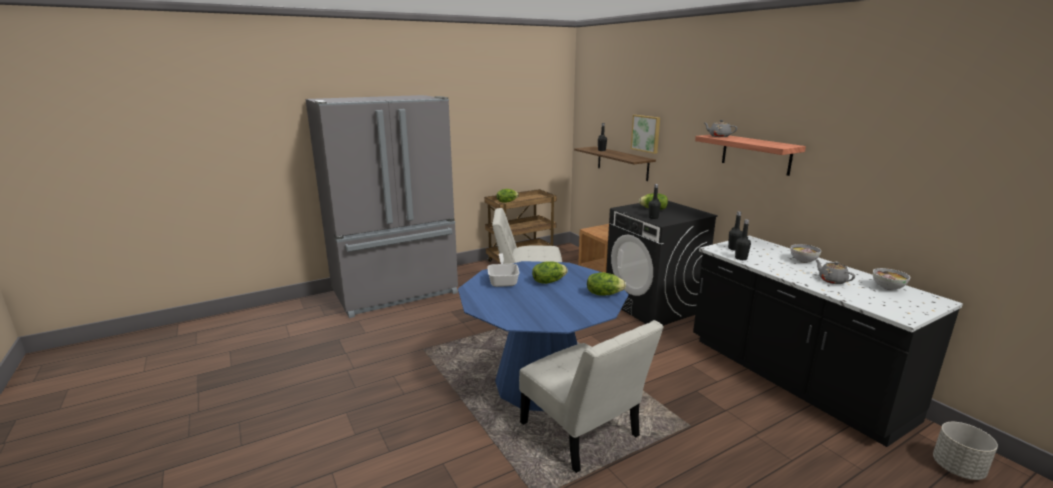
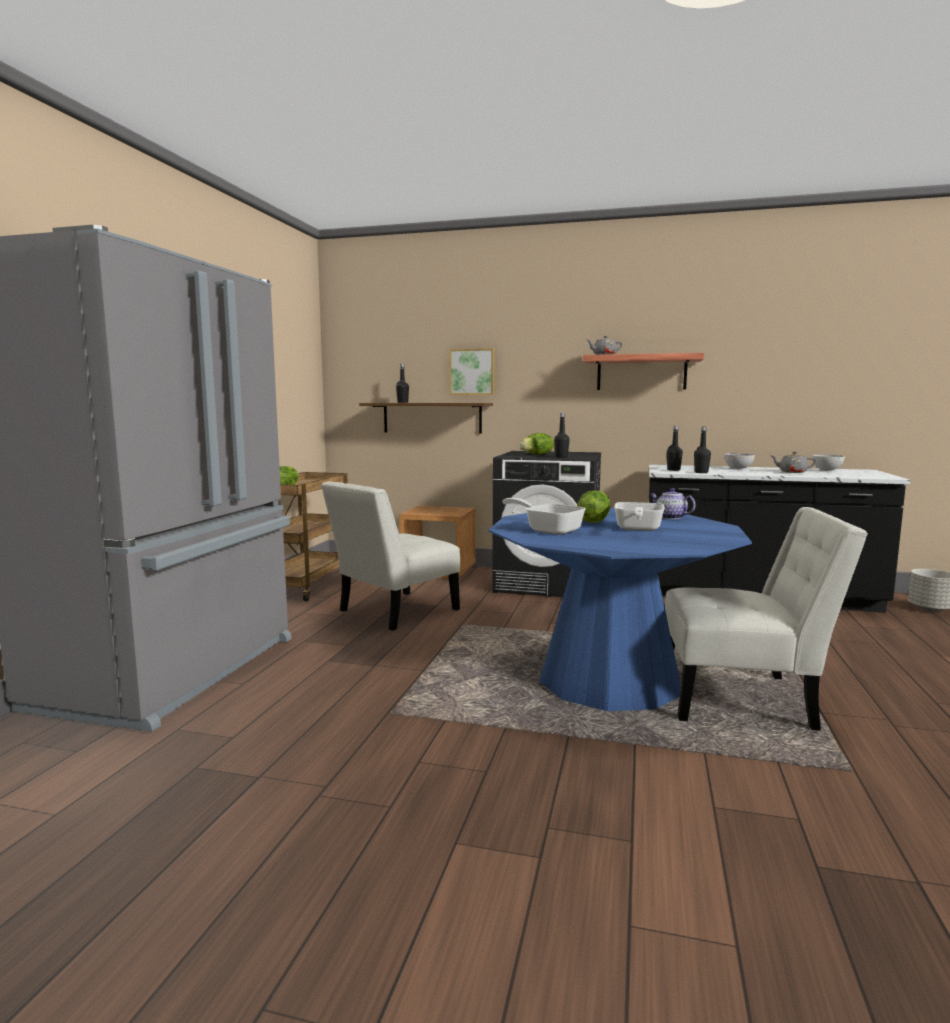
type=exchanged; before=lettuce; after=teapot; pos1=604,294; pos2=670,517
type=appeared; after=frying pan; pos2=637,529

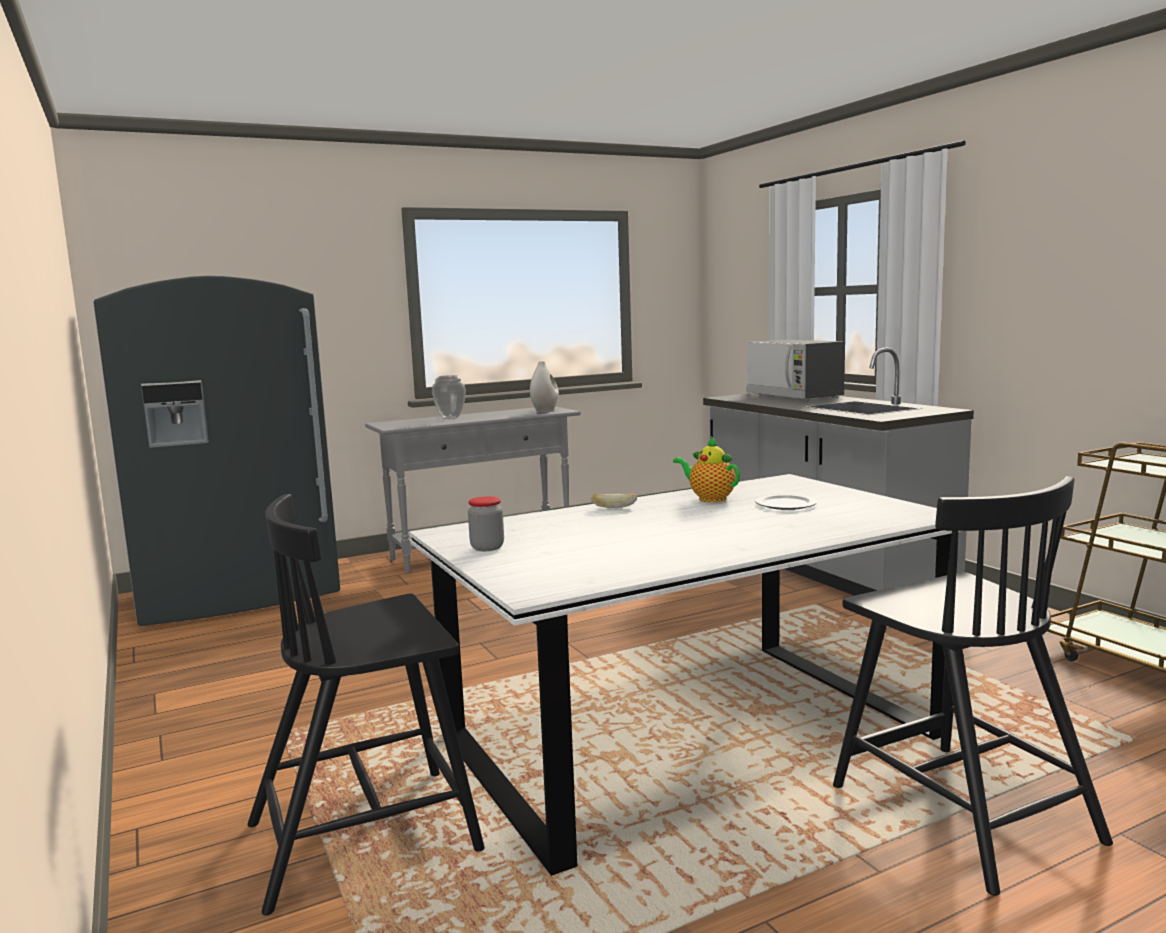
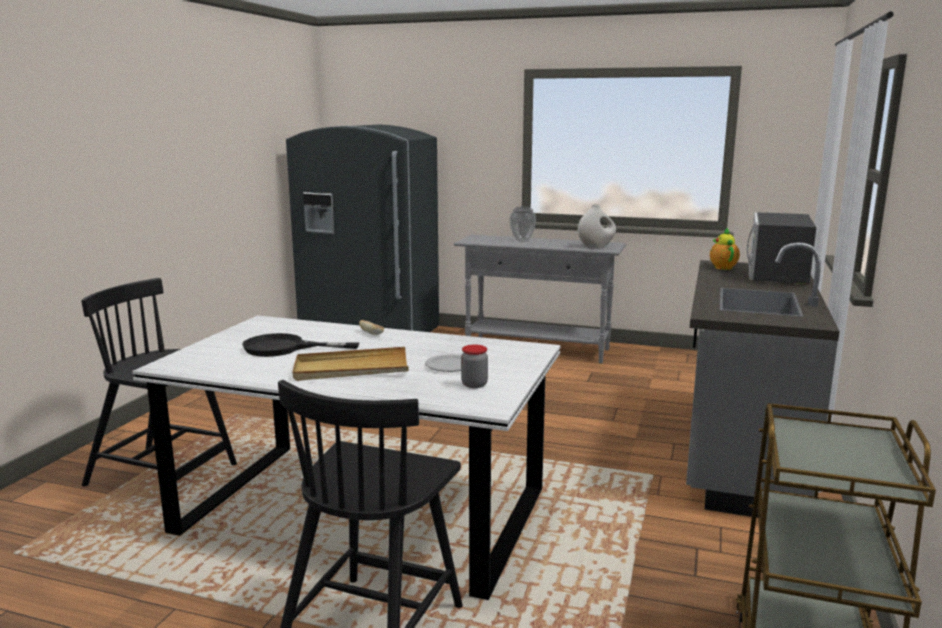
type=relocated; before=jar; pos1=487,547; pos2=474,384
type=relocated; before=teapot; pos1=709,498; pos2=722,267
type=appeared; after=black frying pan; pos2=285,348
type=appeared; after=beige tray; pos2=351,369

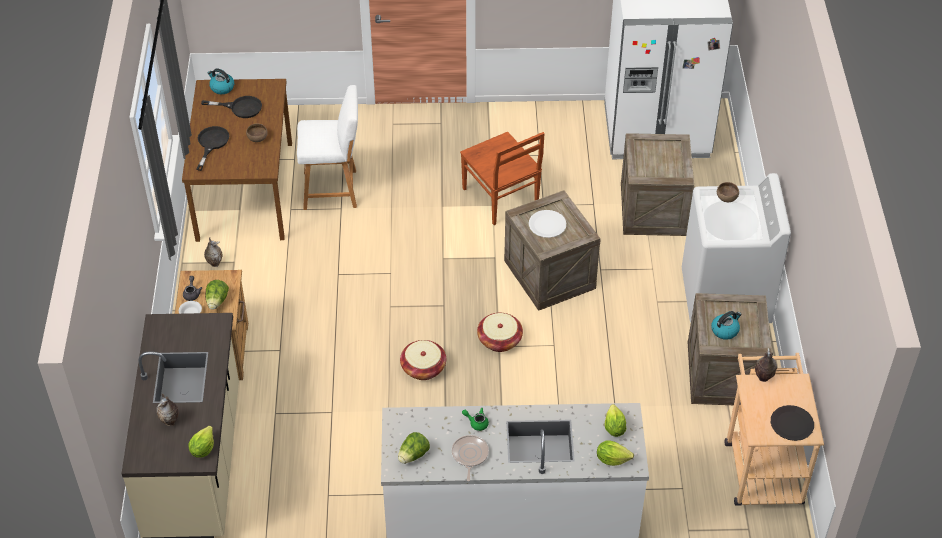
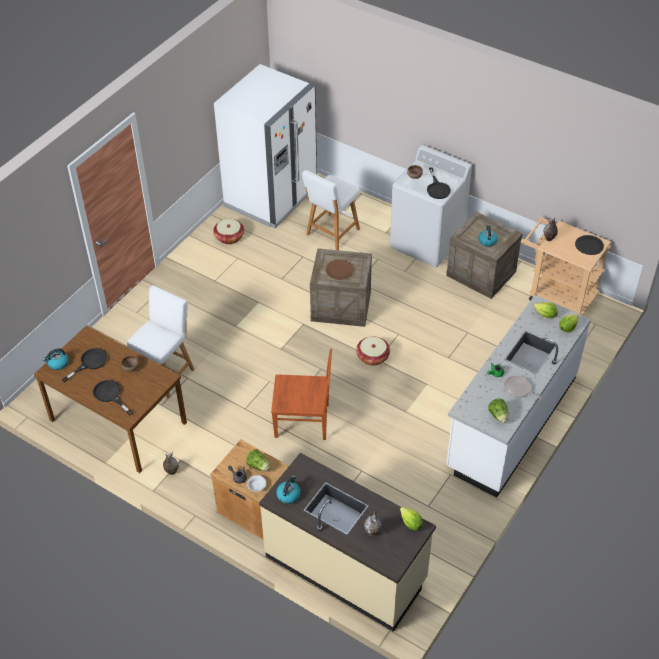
type=relocated; before=basket; pos1=423,368; pos2=229,237
type=relocated; before=brown chair; pos1=501,198; pos2=303,421
type=colour; before=white plate; after=brown plate; pos1=547,224; pos2=339,270
type=exchanged; before=crate; after=white stool; pos1=652,208; pos2=331,233
type=appeared; after=kettle; pos2=288,495
type=appeared; after=black frying pan; pos2=437,188

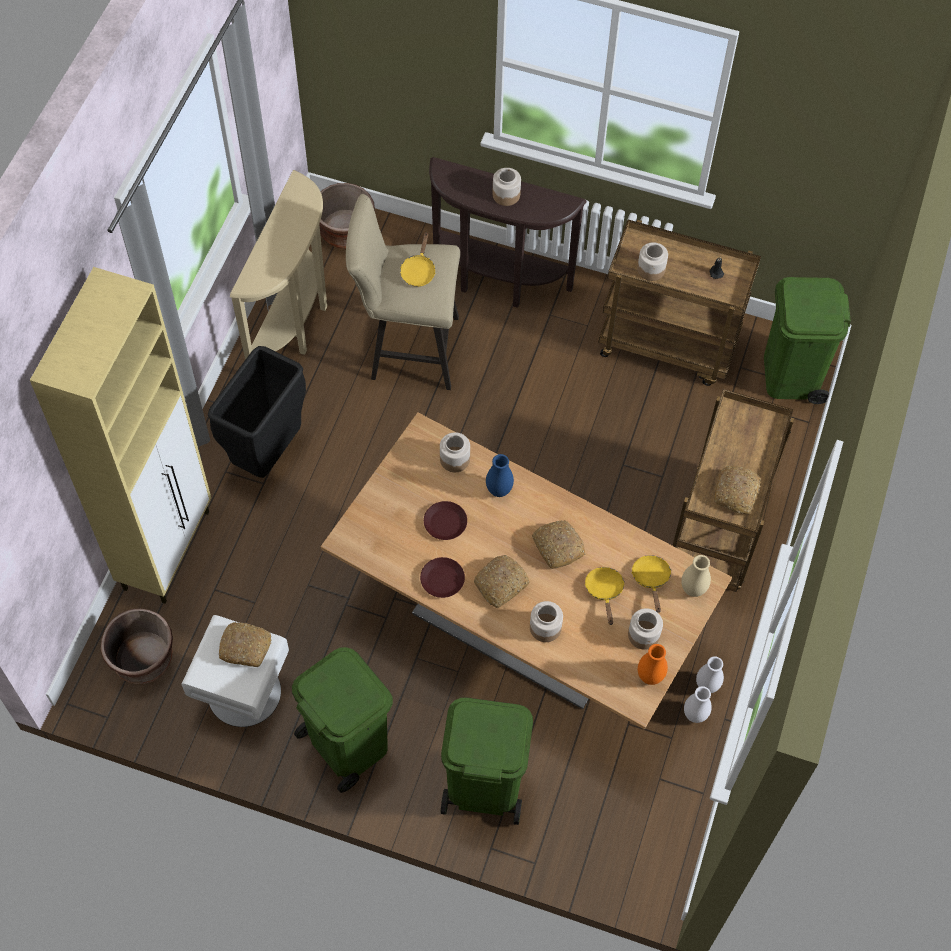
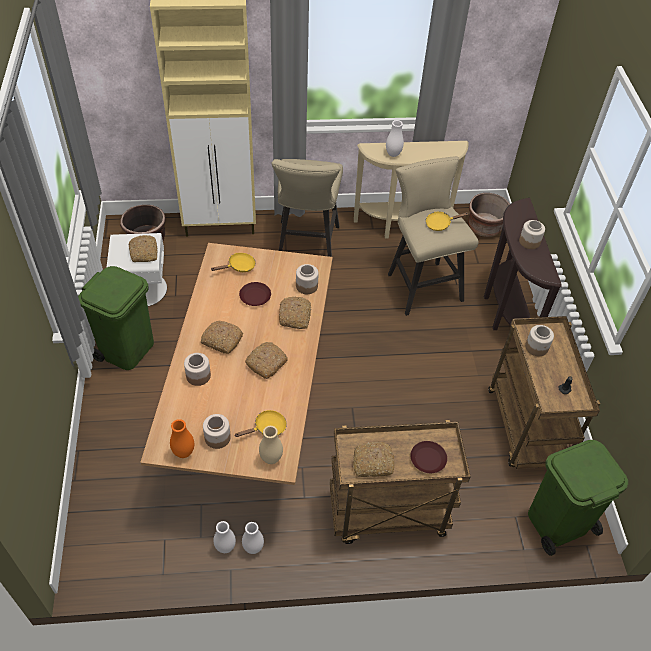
type=exchanged; before=black trash can; after=beige stool; pos1=269,454; pos2=306,246
type=relocated; before=brown plate; pos1=442,580; pos2=427,459
type=missing; before=green trash can; pos1=483,785
type=exchanged; before=blue vase; after=bread; pos1=499,490; pos2=295,316
type=relocated; before=yellow frying pan; pos1=604,591; pos2=239,267
type=appeared; after=white vase; pos2=393,154

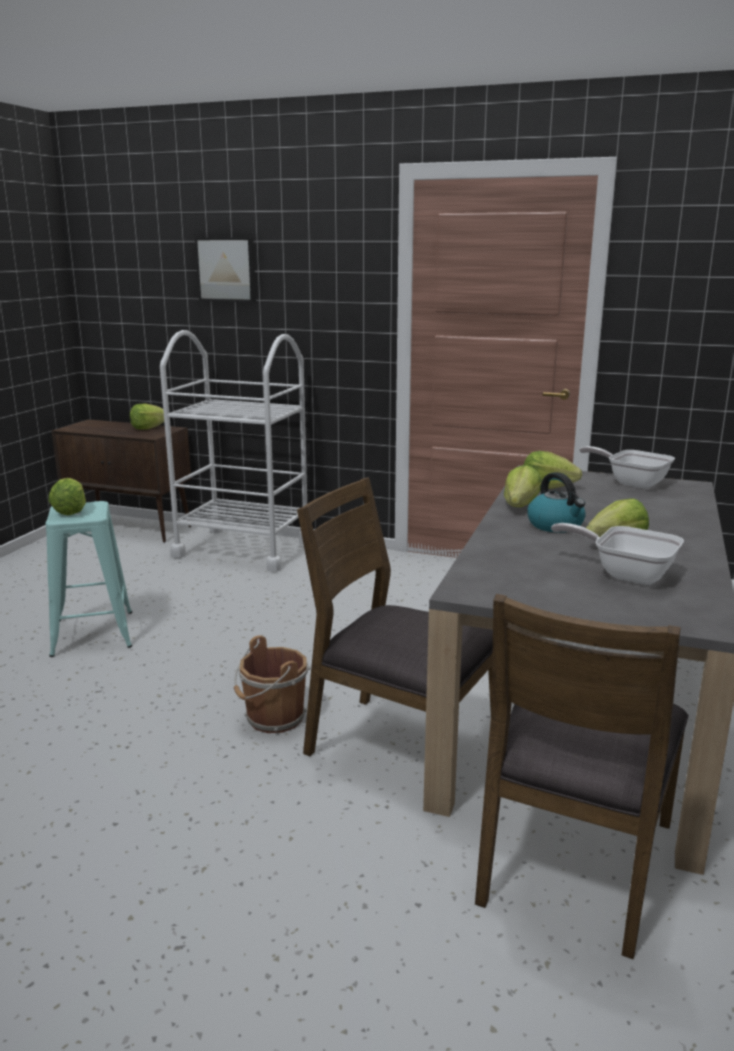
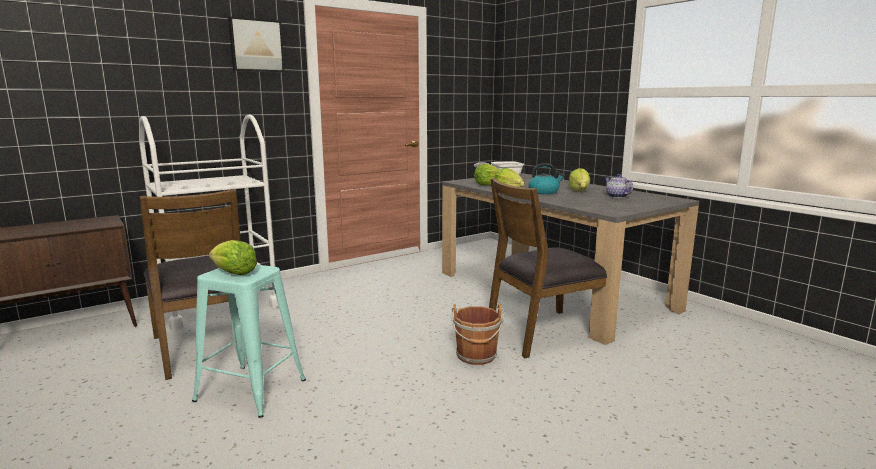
type=missing; before=lettuce; pos1=148,428
type=relocated; before=picture; pos1=227,269; pos2=256,45
type=relocated; before=brown chair; pos1=573,860; pos2=204,347
type=exchanged; before=frying pan; after=teapot; pos1=625,573; pos2=616,196

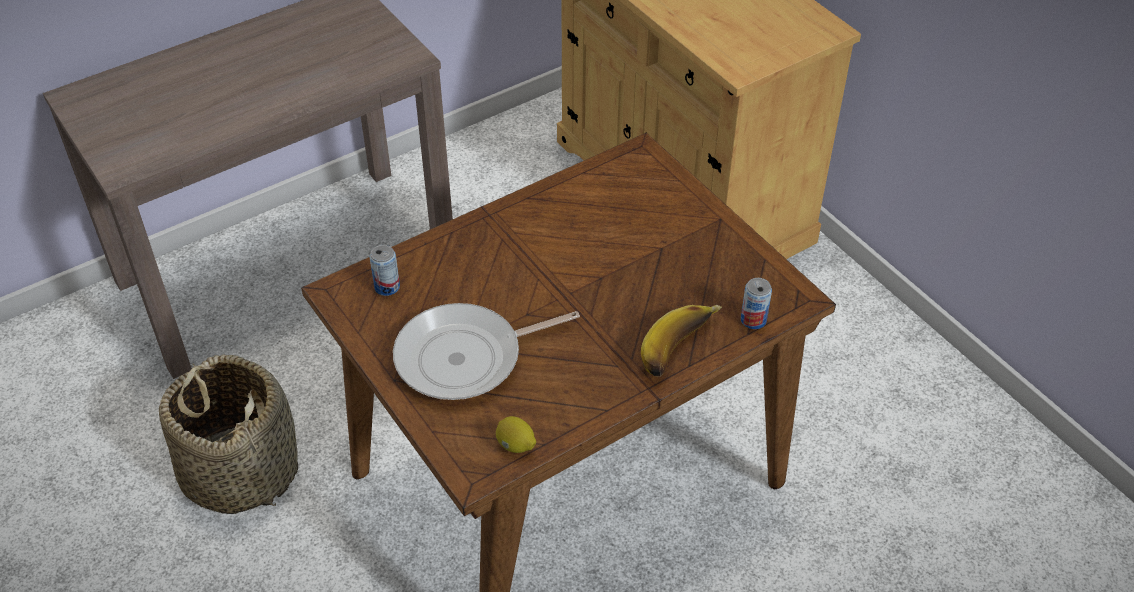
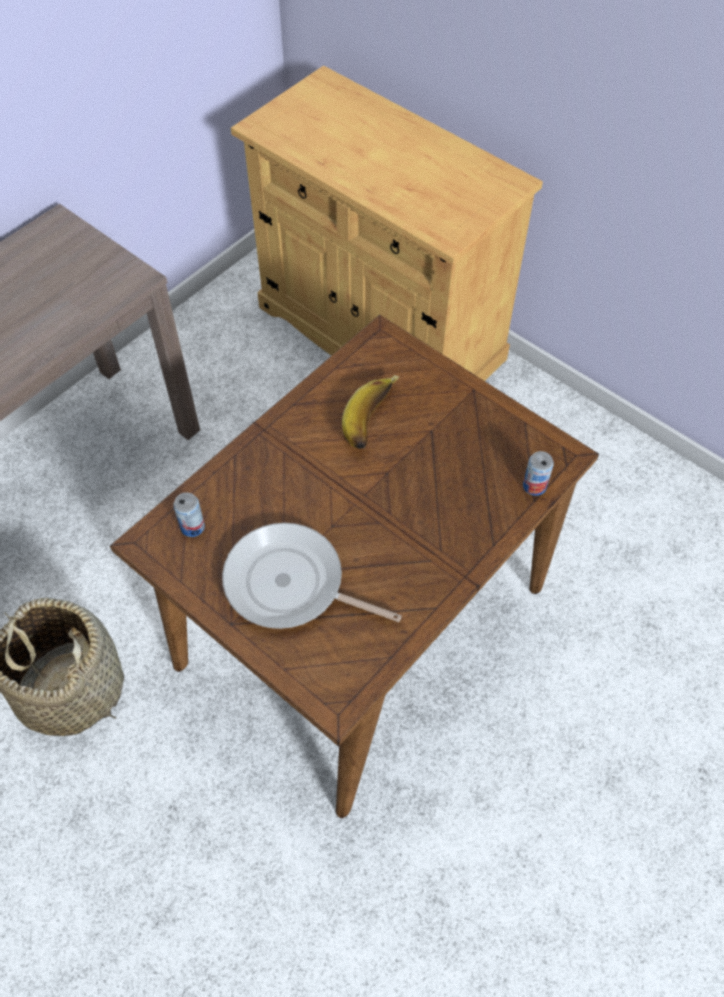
type=spun; before=frying pan; pos1=466,358; pos2=291,585; turn=60
type=missing; before=lemon; pos1=515,445
type=relocated; before=banana; pos1=681,352; pos2=374,421

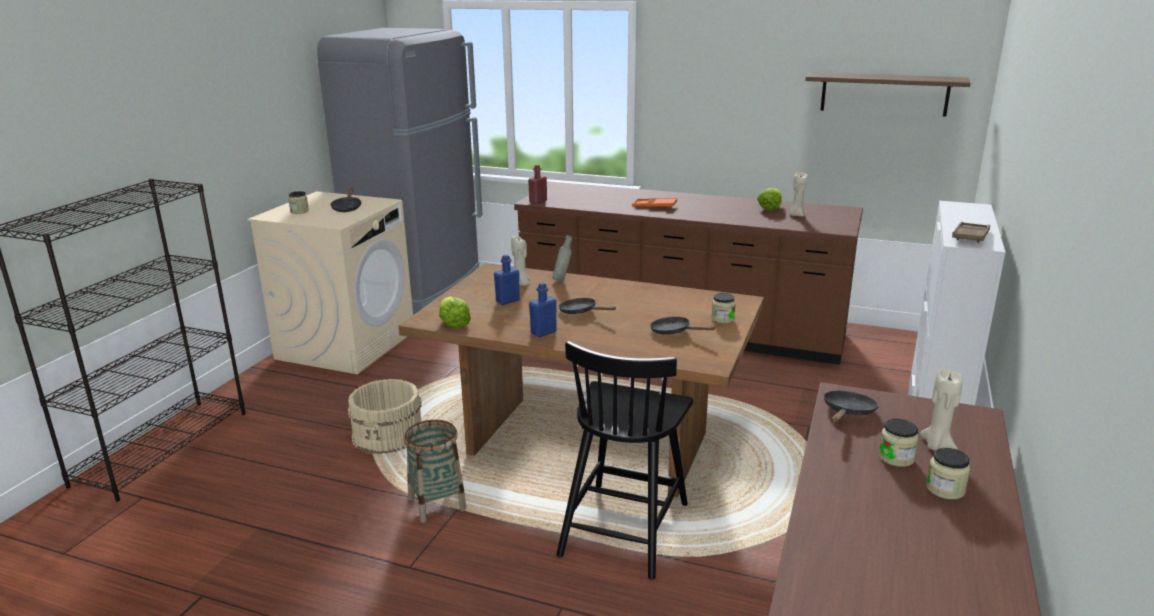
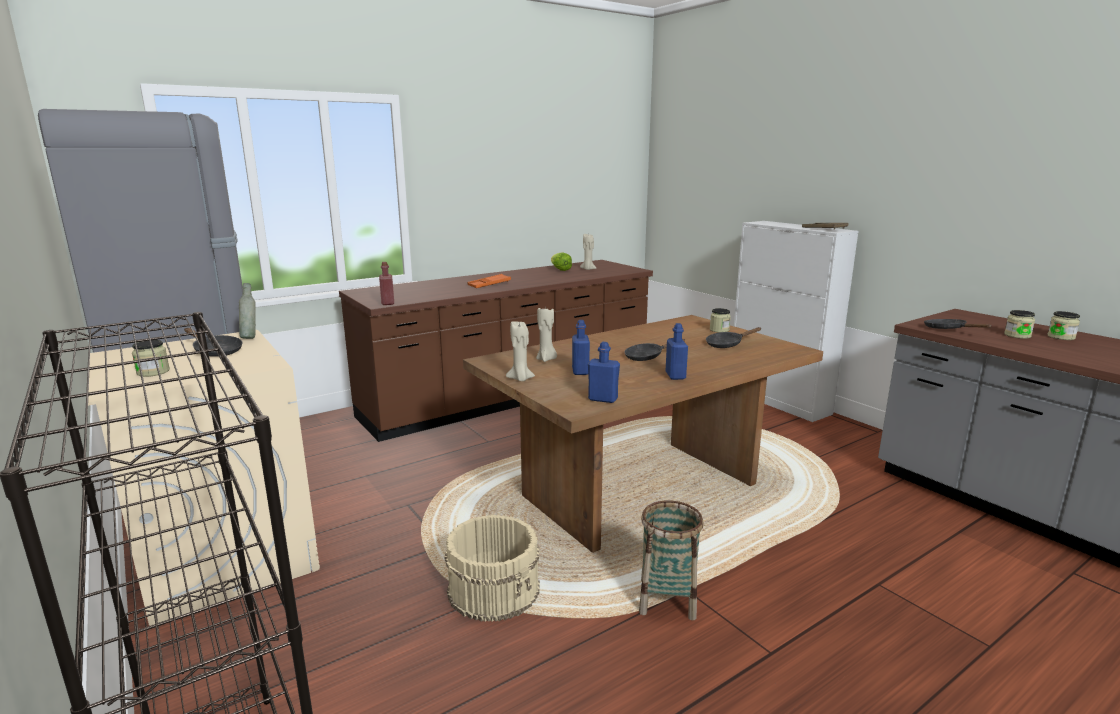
type=exchanged; before=lettuce; after=blue bottle; pos1=453,323; pos2=603,399
type=relocated; before=grey bottle; pos1=562,280; pos2=250,337
type=missing; before=black chair; pos1=624,527
type=missing; before=shelf; pos1=884,94
type=relocated; before=beige candle; pos1=936,445; pos2=520,379

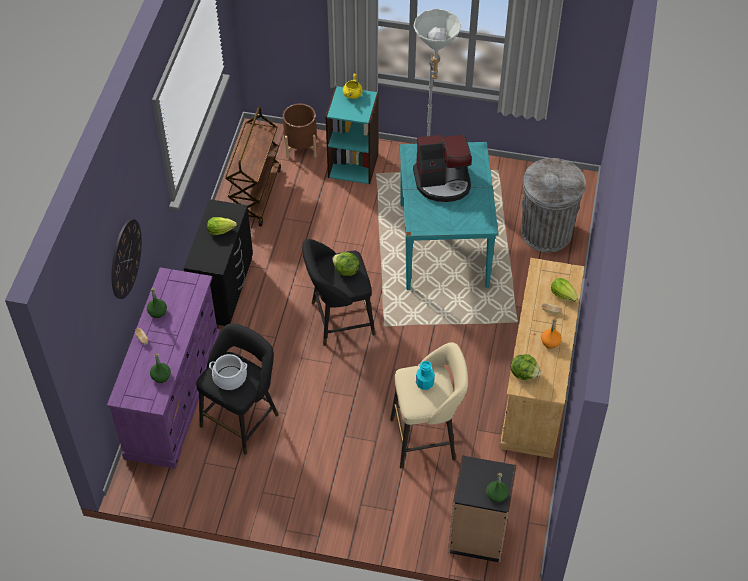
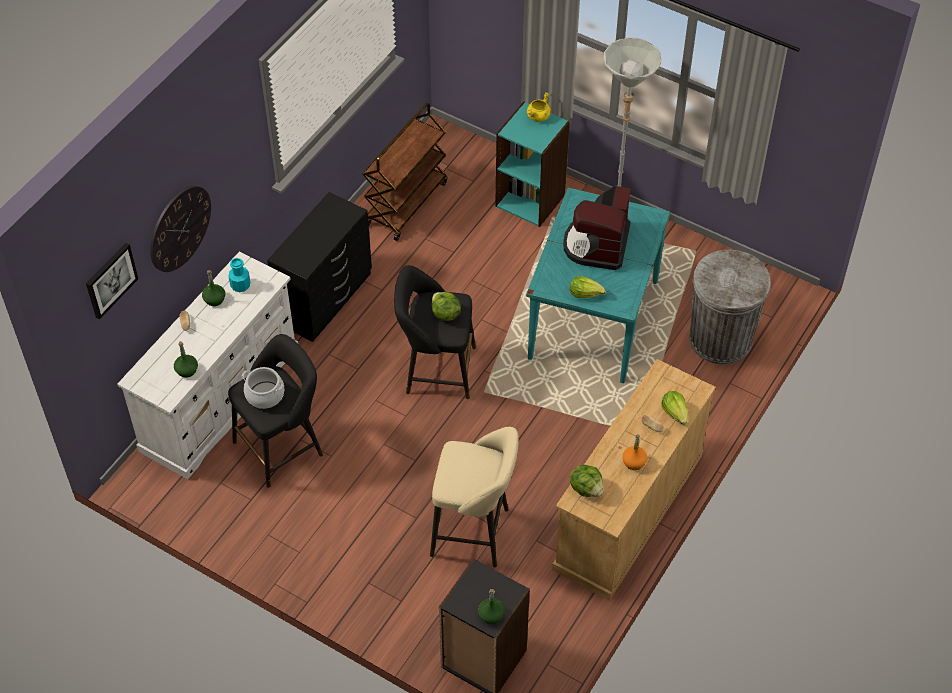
type=colour; before=purple dresser; after=white dresser; pos1=173,394; pos2=221,398
type=relocated; before=lettuce; pos1=221,230; pos2=585,293
type=missing; before=brown planter; pos1=301,146
type=spun; before=coffee machine; pos1=443,182; pos2=597,244; turn=90
type=relocated; before=turquoise bottle; pos1=424,383; pos2=240,285
type=appeared; after=picture; pos2=110,280

